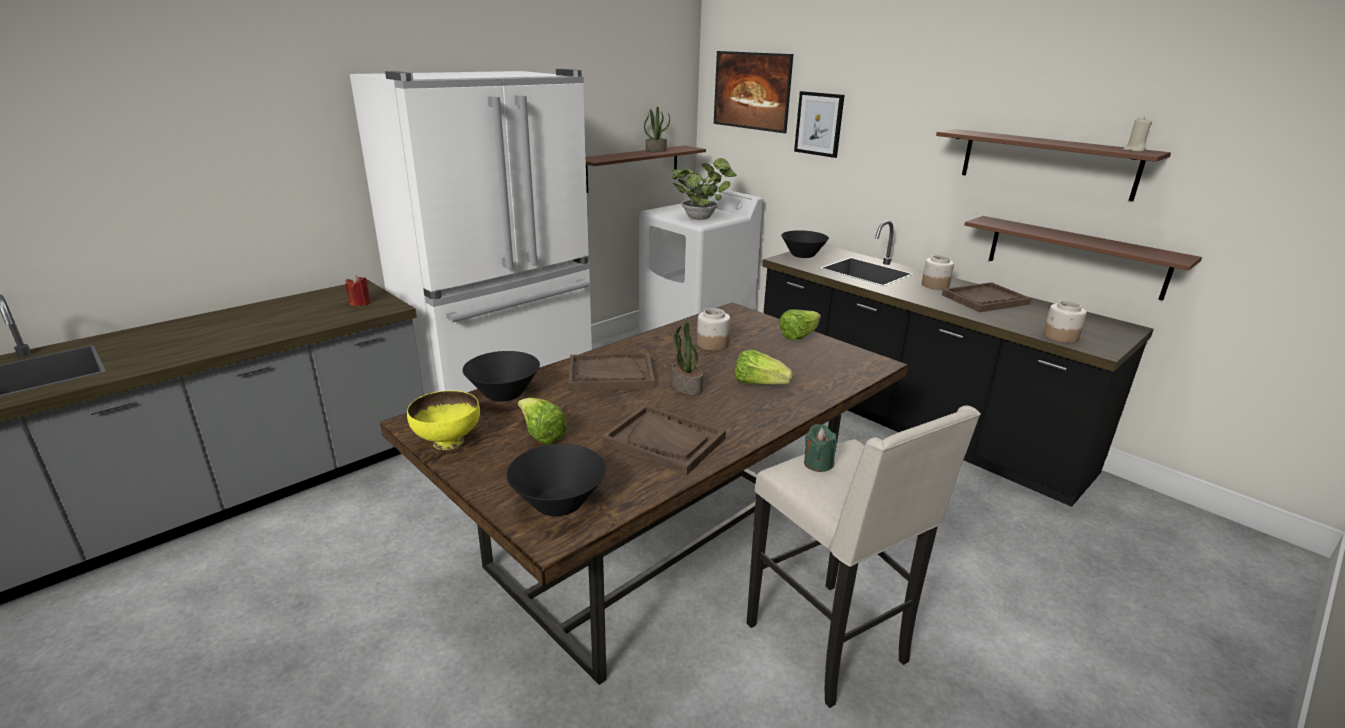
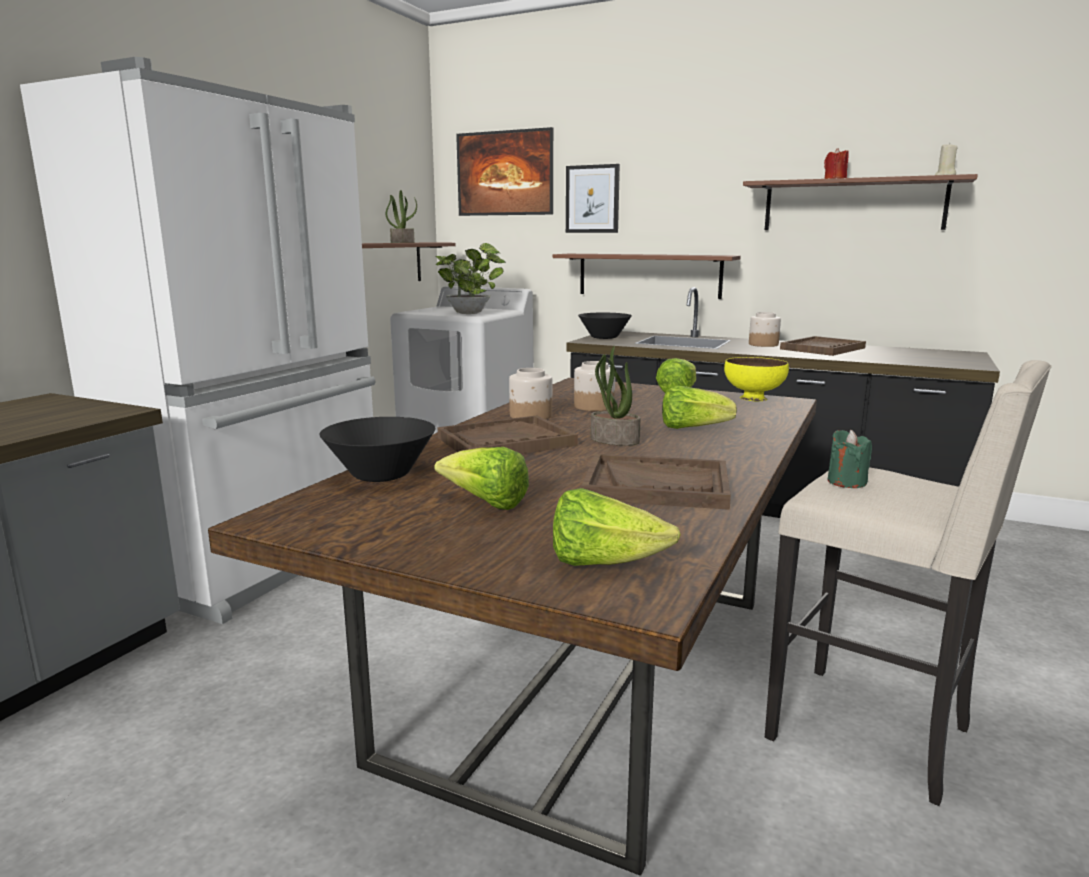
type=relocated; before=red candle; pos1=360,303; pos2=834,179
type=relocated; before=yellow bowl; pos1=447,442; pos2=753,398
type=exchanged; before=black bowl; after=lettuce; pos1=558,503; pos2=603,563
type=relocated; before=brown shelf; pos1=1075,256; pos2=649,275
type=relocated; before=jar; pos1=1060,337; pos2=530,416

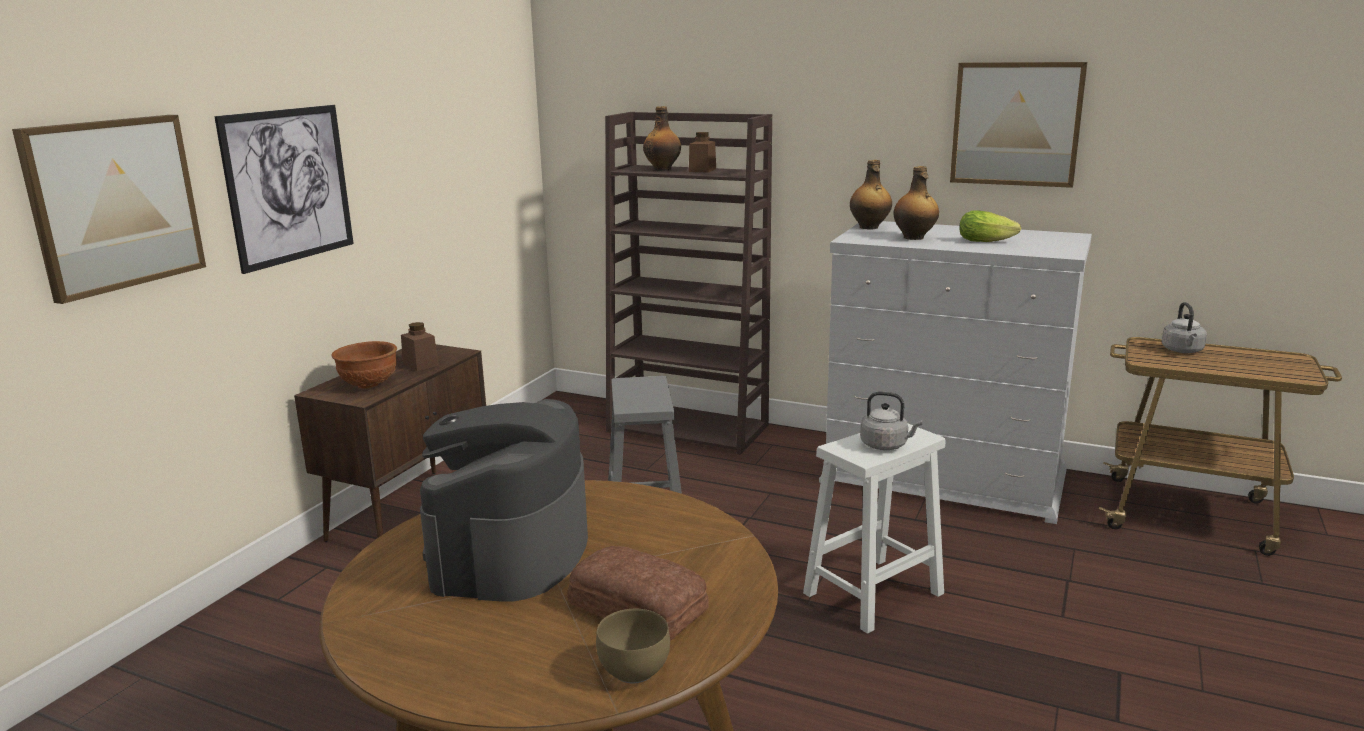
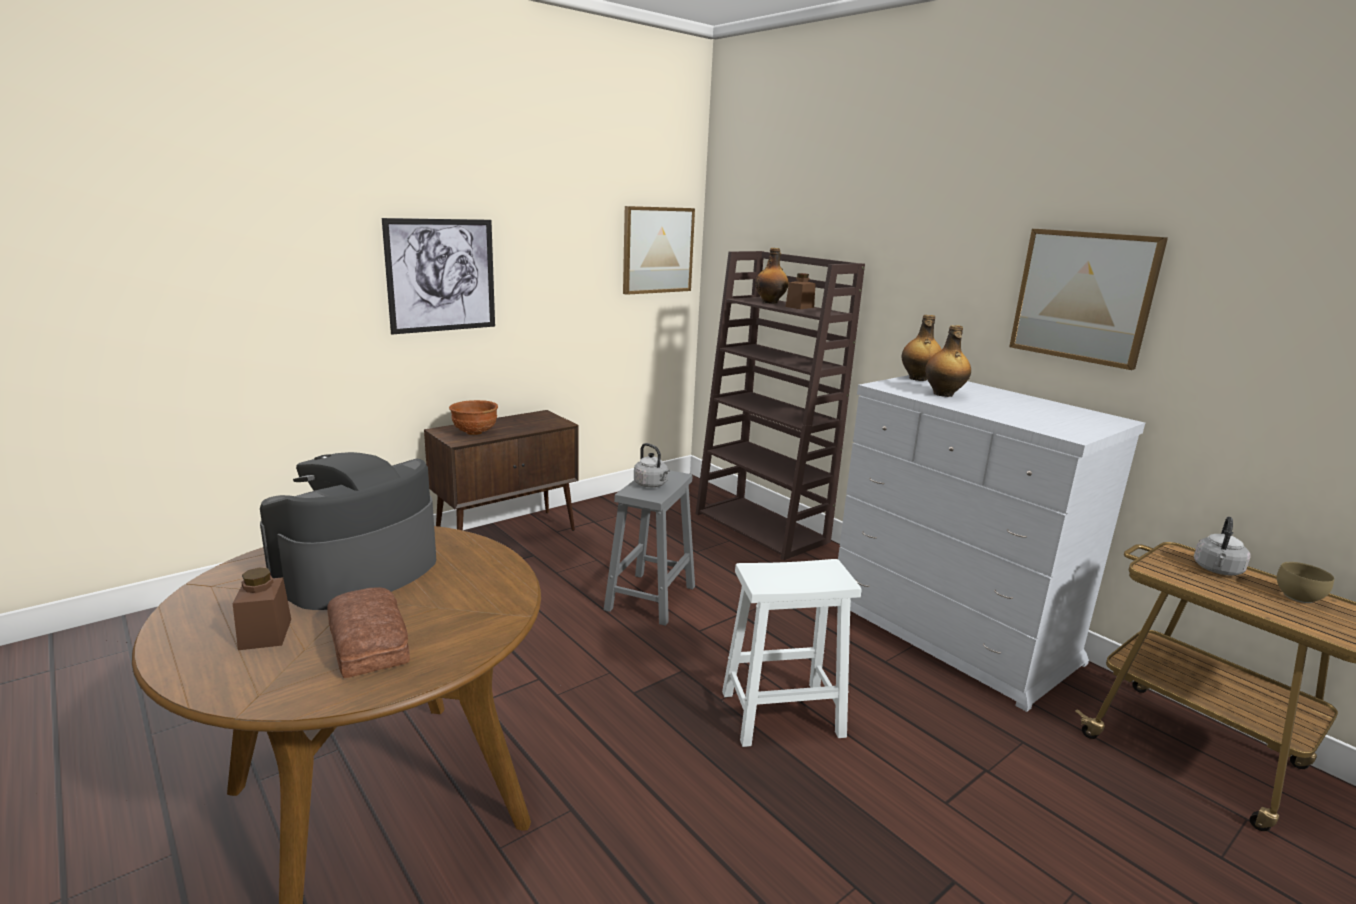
type=relocated; before=picture; pos1=114,204; pos2=657,250
type=relocated; before=brown jar; pos1=420,364; pos2=265,634
type=relocated; before=brown bowl; pos1=635,672; pos2=1299,598
type=relocated; before=grey kettle; pos1=886,445; pos2=652,485
type=missing; before=lettuce; pos1=988,241

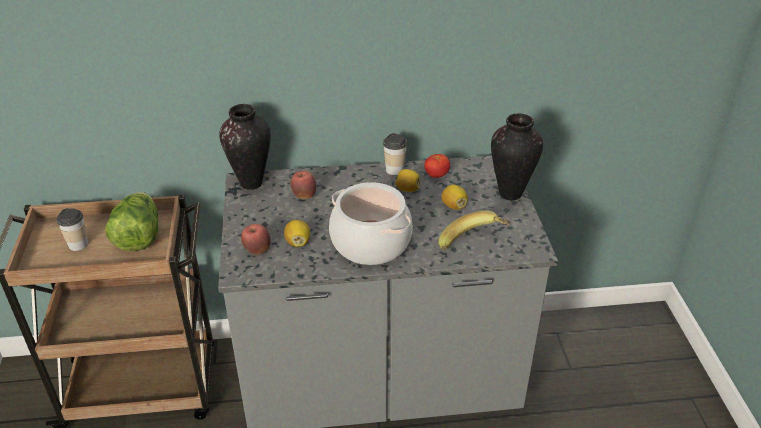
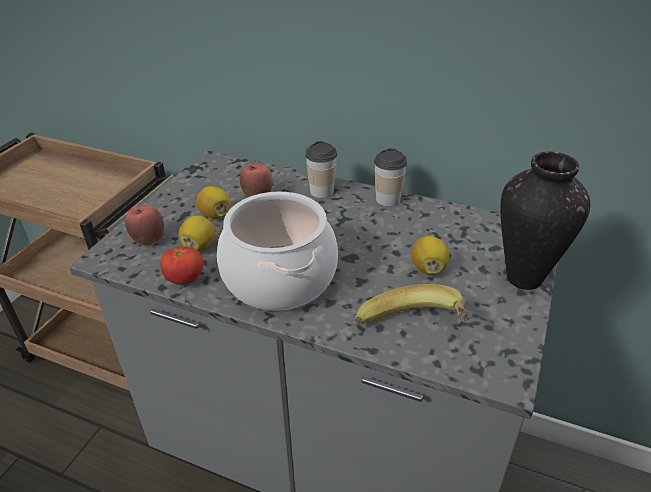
type=relocated; before=cup; pos1=78,244; pos2=321,191
type=missing; before=lettuce; pos1=139,237
type=missing; before=vase; pos1=251,184
type=relocated; before=lemon; pos1=407,189; pos2=215,215
type=relocated; before=tomato; pos1=436,175; pos2=185,279

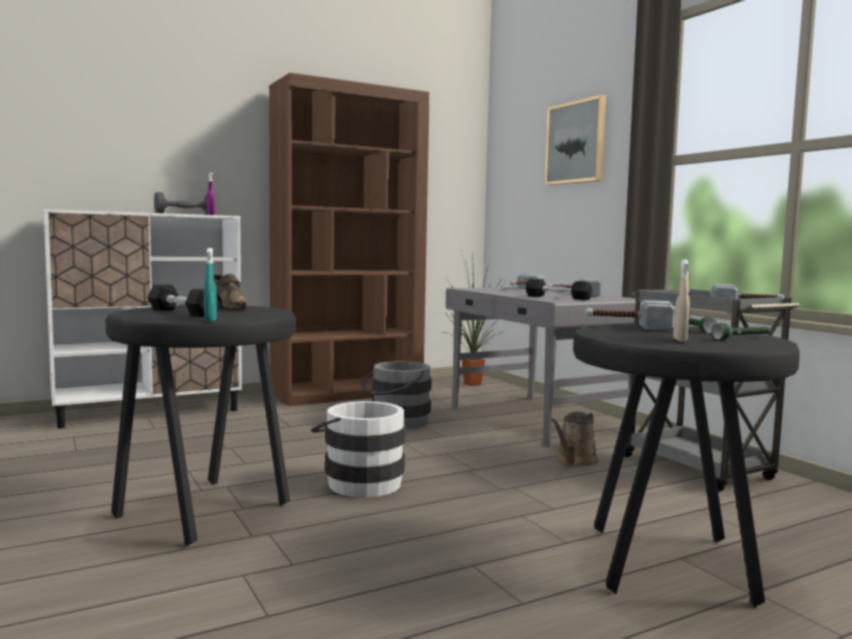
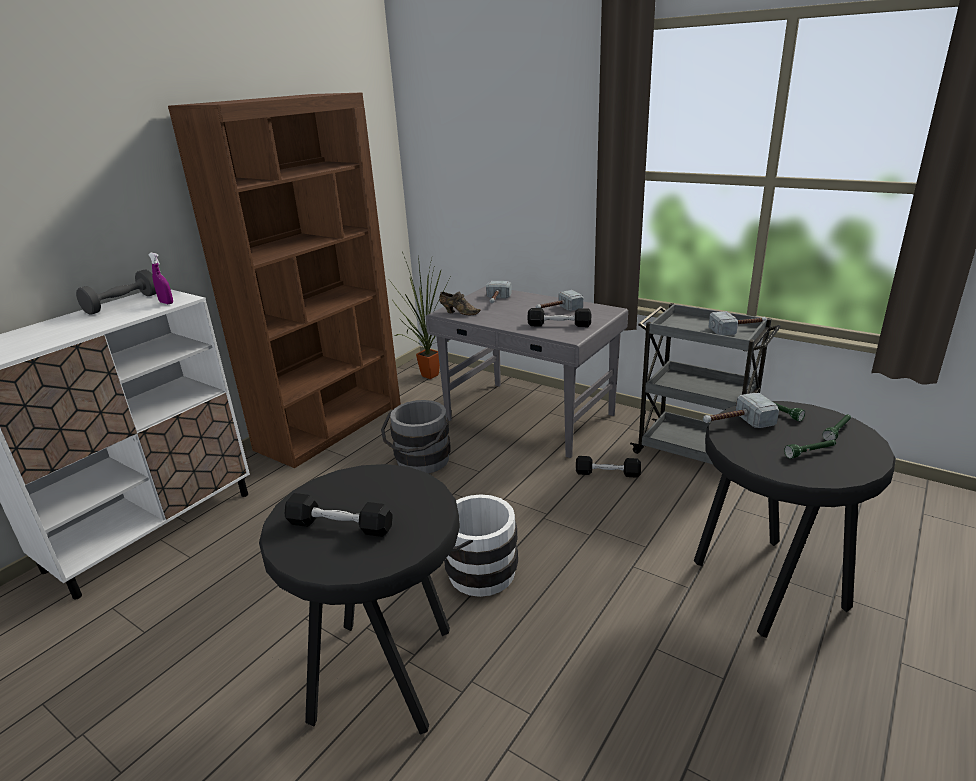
type=missing; before=turquoise spray bottle; pos1=210,320
type=relocated; before=brown shoe; pos1=228,308; pos2=458,313
type=missing; before=picture; pos1=576,142
type=exchanged; before=brown watering can; after=black dumbbell; pos1=574,461; pos2=607,473
type=exchanged; before=beige spray bottle; after=green flashlight; pos1=679,340; pos2=810,452

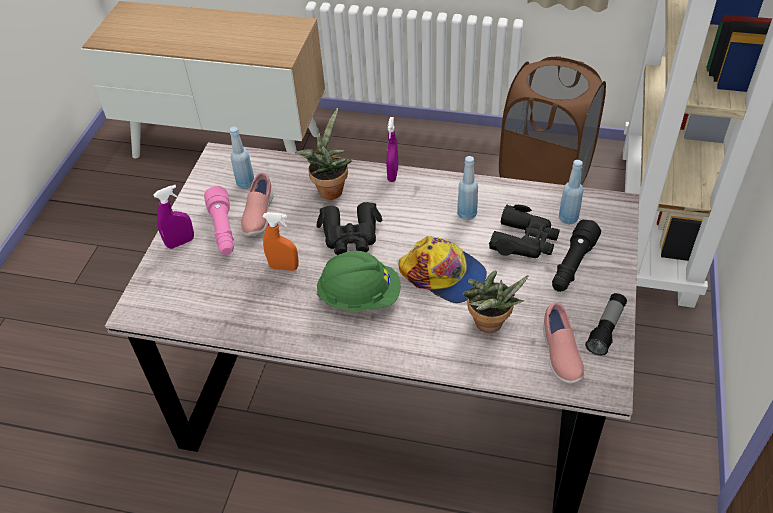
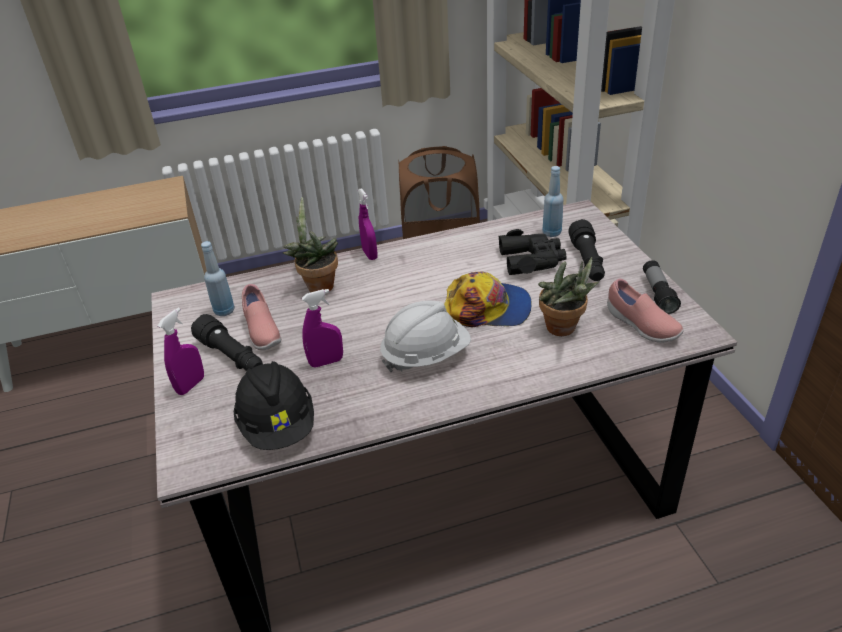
type=colour; before=pink flashlight; after=black flashlight; pos1=223,230; pos2=232,357
type=colour; before=orange spray bottle; after=purple spray bottle; pos1=284,267; pos2=326,362
type=colour; before=green hard hat; after=white hard hat; pos1=360,297; pos2=426,355
type=missing; before=black binoculars; pos1=350,236
type=missing; before=blue bottle; pos1=467,214
type=appeared; after=black hard hat; pos2=278,425

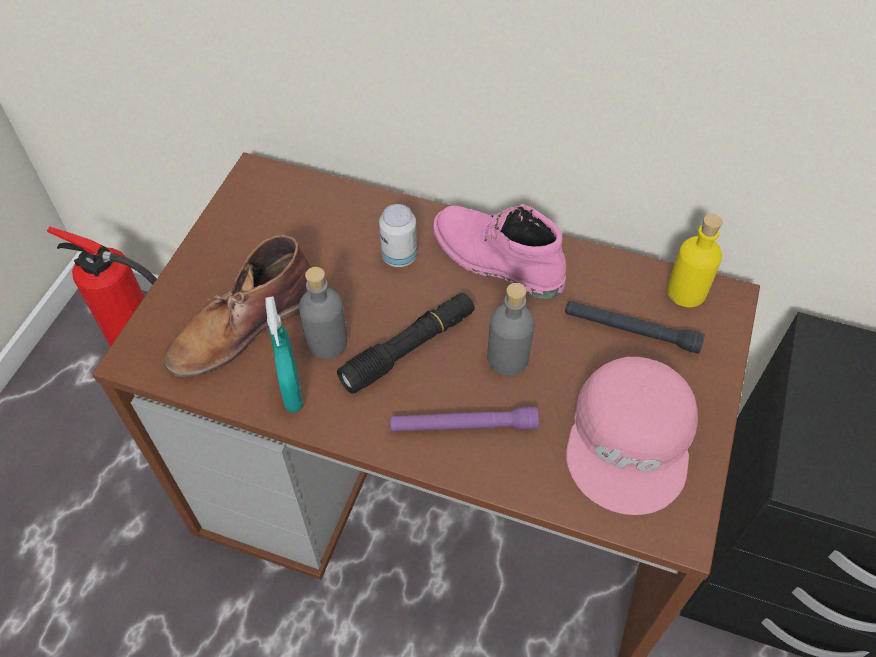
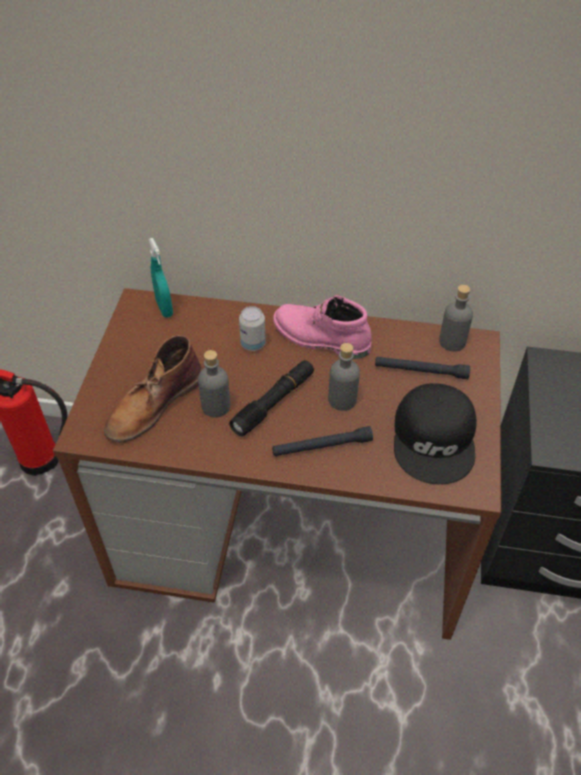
type=relocated; before=turquoise spray bottle; pos1=292,392; pos2=164,308
type=colour; before=purple flashlight; after=black flashlight; pos1=463,426; pos2=322,446
type=colour; before=pink cap; after=black cap; pos1=632,440; pos2=435,439
type=colour; before=yellow bottle; after=grey bottle; pos1=686,292; pos2=452,341

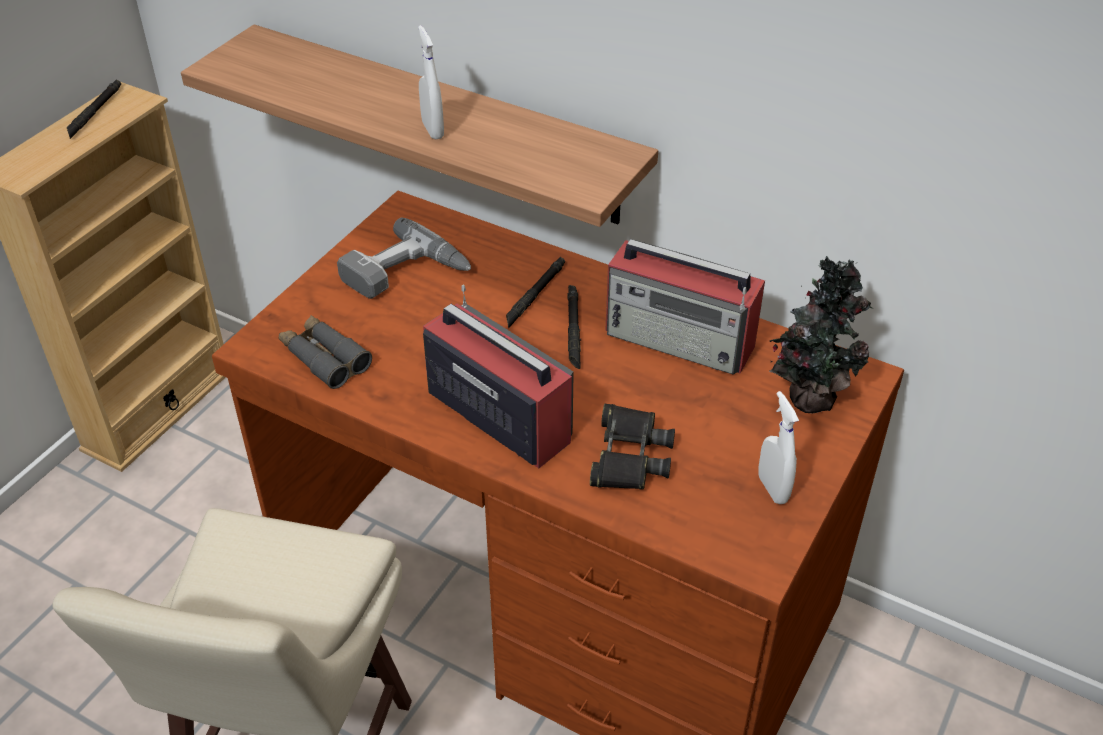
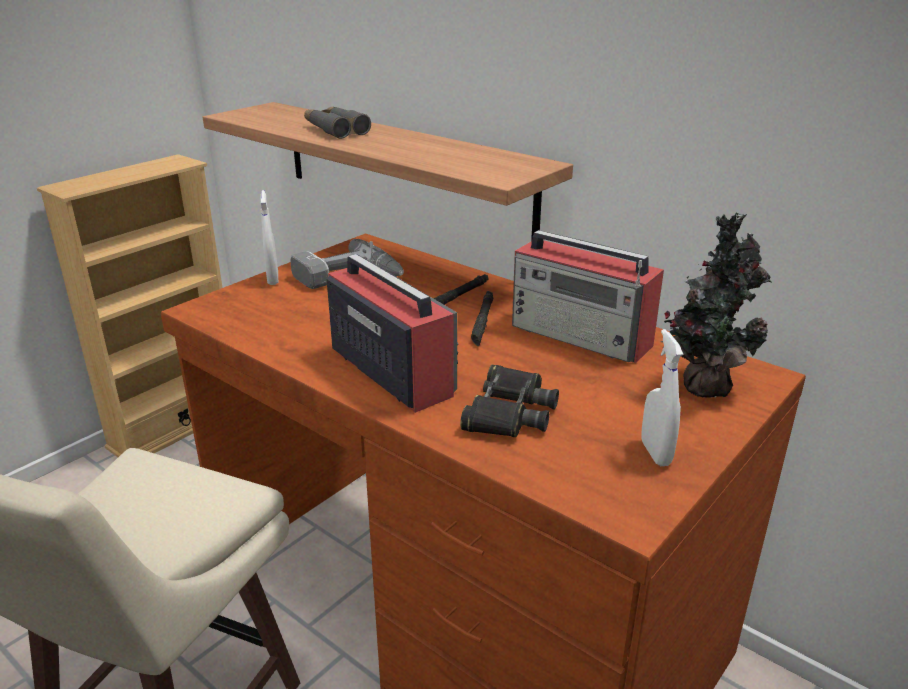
type=missing; before=black flashlight; pos1=94,113
type=relocated; before=grey binoculars; pos1=324,358; pos2=336,130
type=relocated; before=white spray bottle; pos1=433,130; pos2=273,279

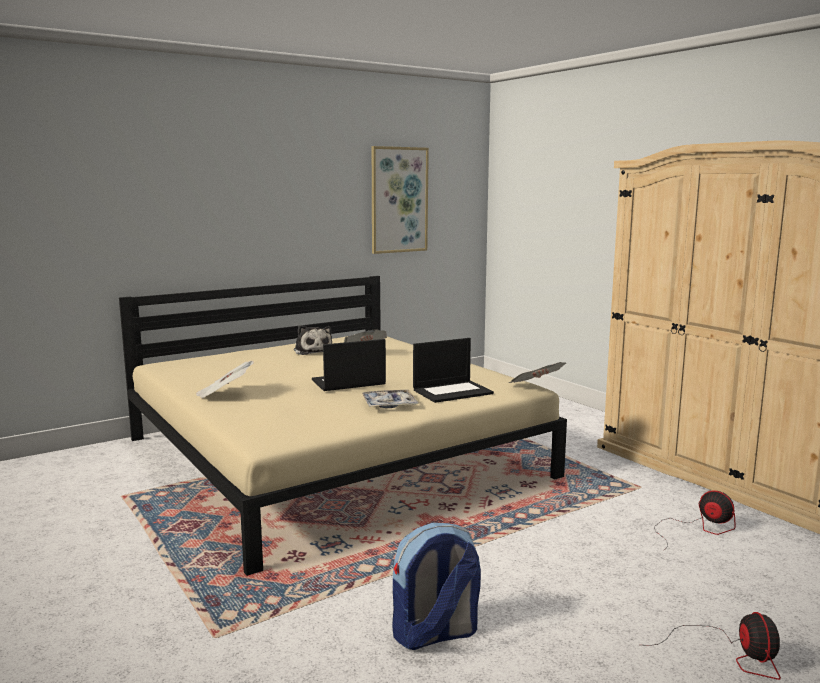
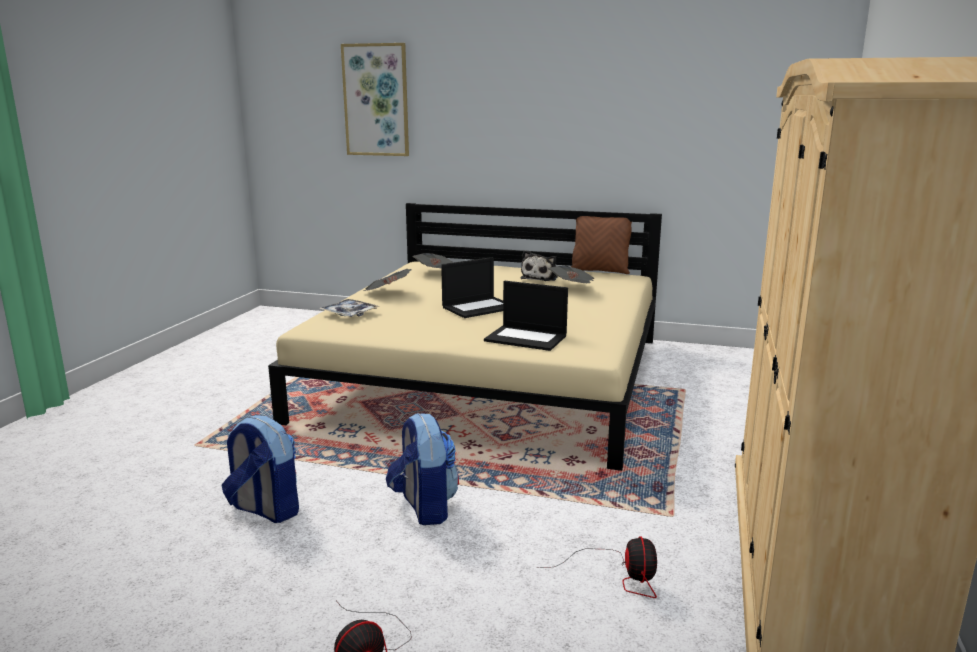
type=spun; before=laptop; pos1=348,382; pos2=479,307; turn=120
type=relocated; before=tray; pos1=389,405; pos2=349,313
type=relocated; before=picture; pos1=399,200; pos2=376,100
type=relocated; before=newspaper; pos1=536,387; pos2=436,273
type=appeared; after=backpack; pos2=424,507
type=appeared; after=brown pillow; pos2=599,271

